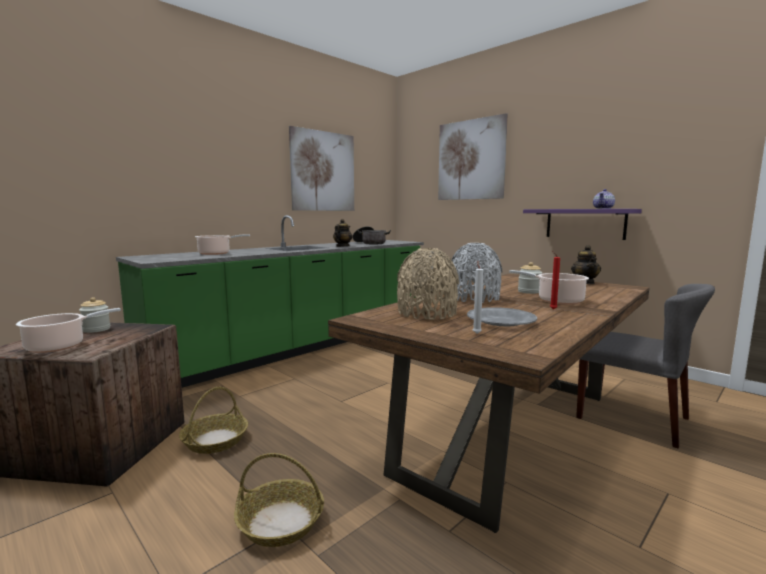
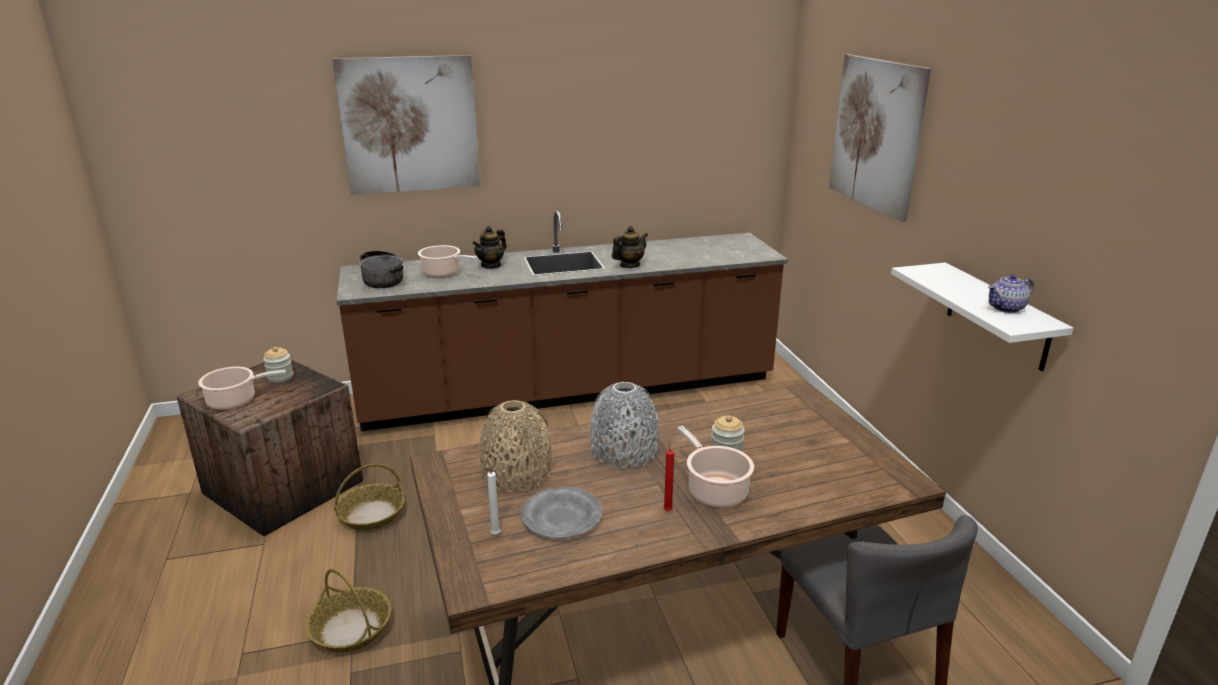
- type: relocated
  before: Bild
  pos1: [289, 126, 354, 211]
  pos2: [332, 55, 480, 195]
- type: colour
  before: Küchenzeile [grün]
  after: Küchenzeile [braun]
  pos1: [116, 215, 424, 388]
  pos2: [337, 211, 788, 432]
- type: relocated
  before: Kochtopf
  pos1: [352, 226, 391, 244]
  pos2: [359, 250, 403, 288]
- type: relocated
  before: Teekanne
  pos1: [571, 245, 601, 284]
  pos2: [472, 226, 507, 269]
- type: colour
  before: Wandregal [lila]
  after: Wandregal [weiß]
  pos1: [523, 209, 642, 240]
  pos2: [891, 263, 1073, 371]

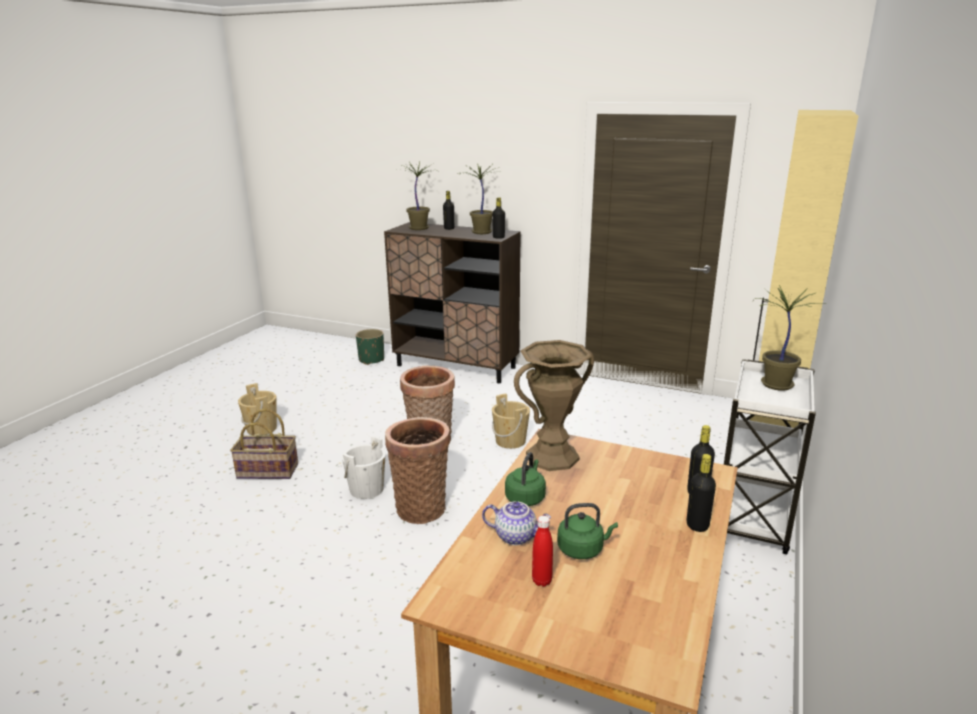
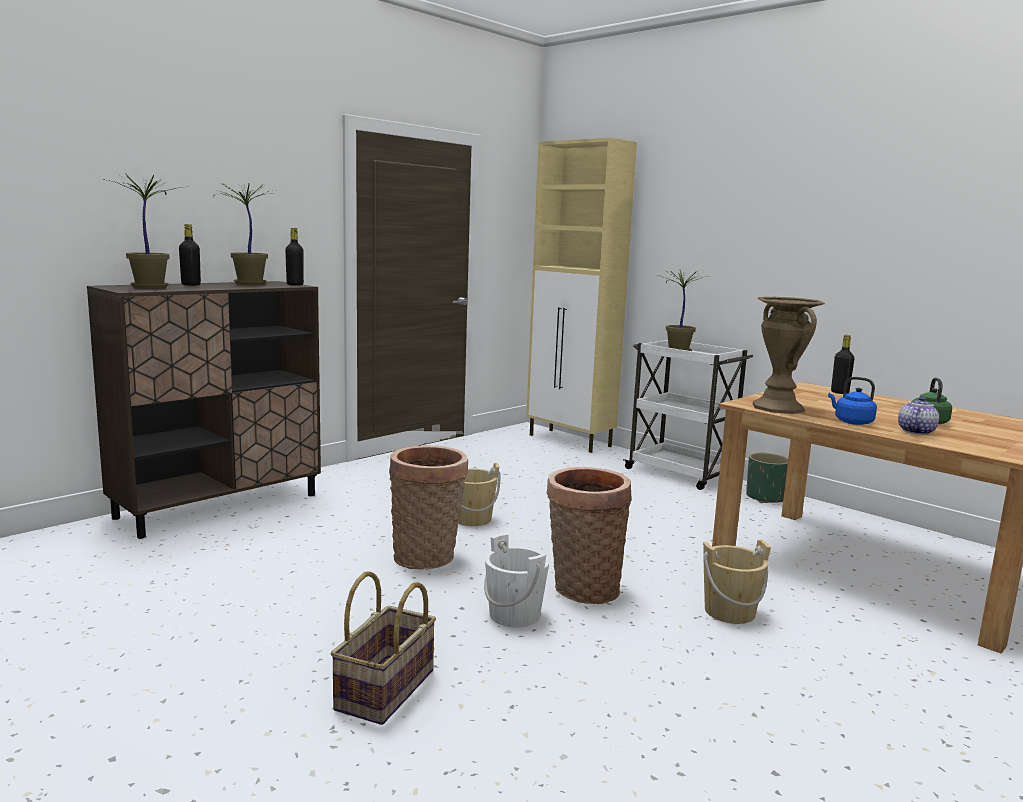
- type: relocated
  before: Eimer [beige]
  pos1: [238, 383, 277, 435]
  pos2: [703, 539, 771, 624]
- type: relocated
  before: Pflanzkübel [grün]
  pos1: [356, 329, 384, 365]
  pos2: [746, 452, 788, 503]
- type: colour
  before: Wasserkessel [grün]
  after: Wasserkessel [blau]
  pos1: [505, 452, 546, 506]
  pos2: [828, 377, 877, 425]
- type: missing
  before: Flasche [rot]
  pos1: [532, 516, 553, 587]
- type: missing
  before: Flasche [schwarz]
  pos1: [687, 454, 716, 532]

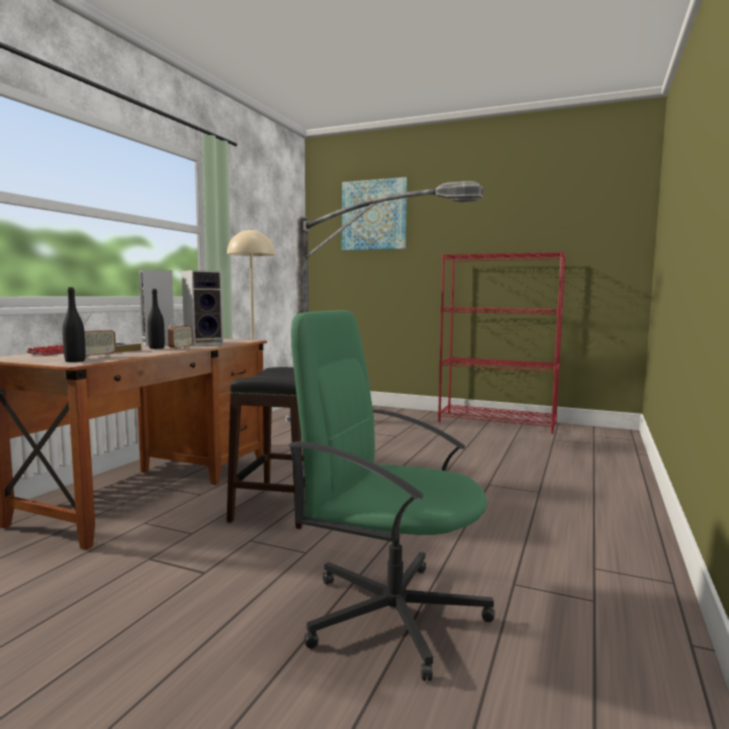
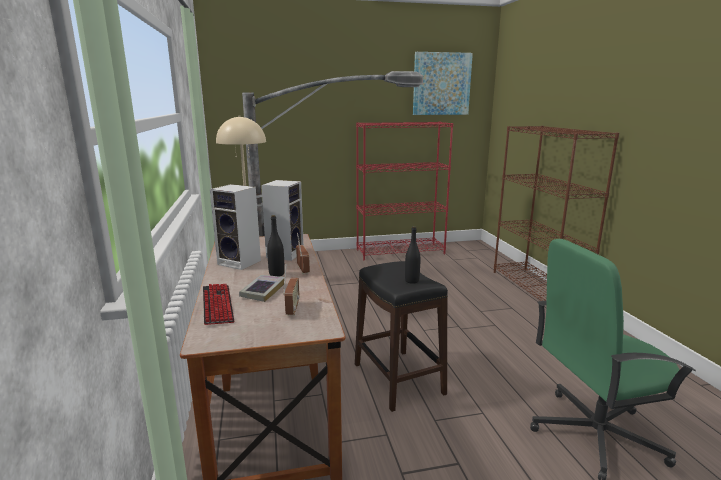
- type: relocated
  before: Flasche [schwarz]
  pos1: [62, 287, 86, 362]
  pos2: [405, 226, 420, 284]
- type: relocated
  before: Bild
  pos1: [342, 177, 407, 250]
  pos2: [413, 52, 473, 115]
- type: appeared
  after: Bücherregal [braun]
  pos2: [494, 126, 619, 301]

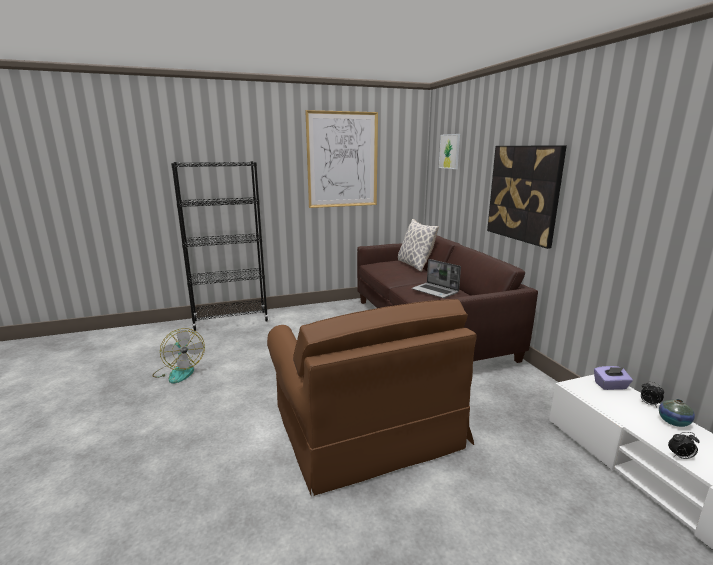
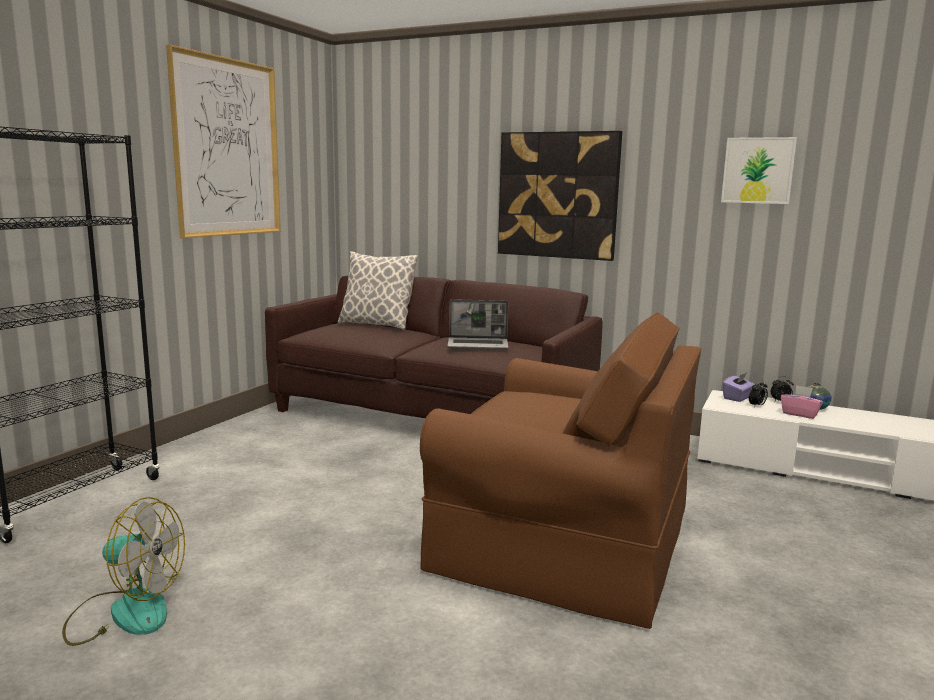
- type: relocated
  before: Bild
  pos1: [439, 134, 460, 169]
  pos2: [721, 137, 797, 204]
- type: relocated
  before: Wecker
  pos1: [668, 432, 699, 459]
  pos2: [749, 380, 768, 407]
- type: appeared
  after: Taschentuchbox [rosa]
  pos2: [781, 385, 823, 419]

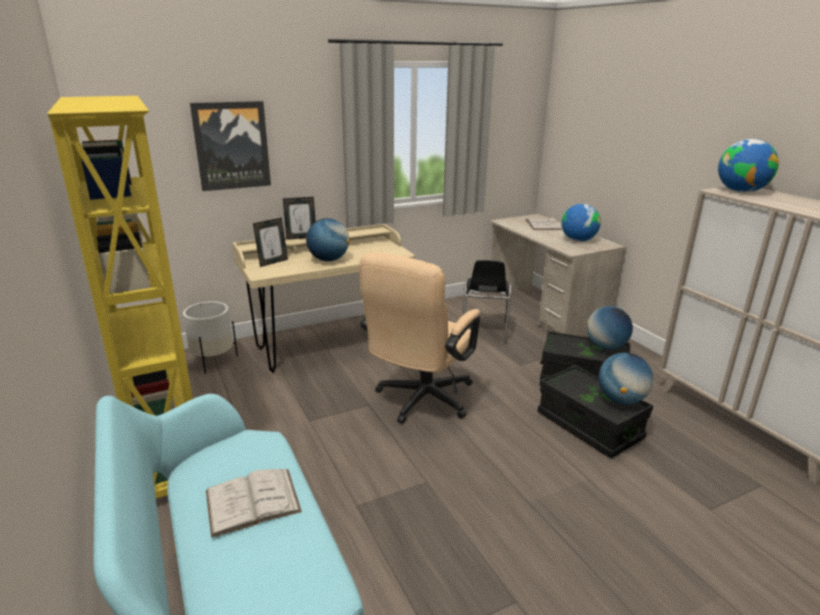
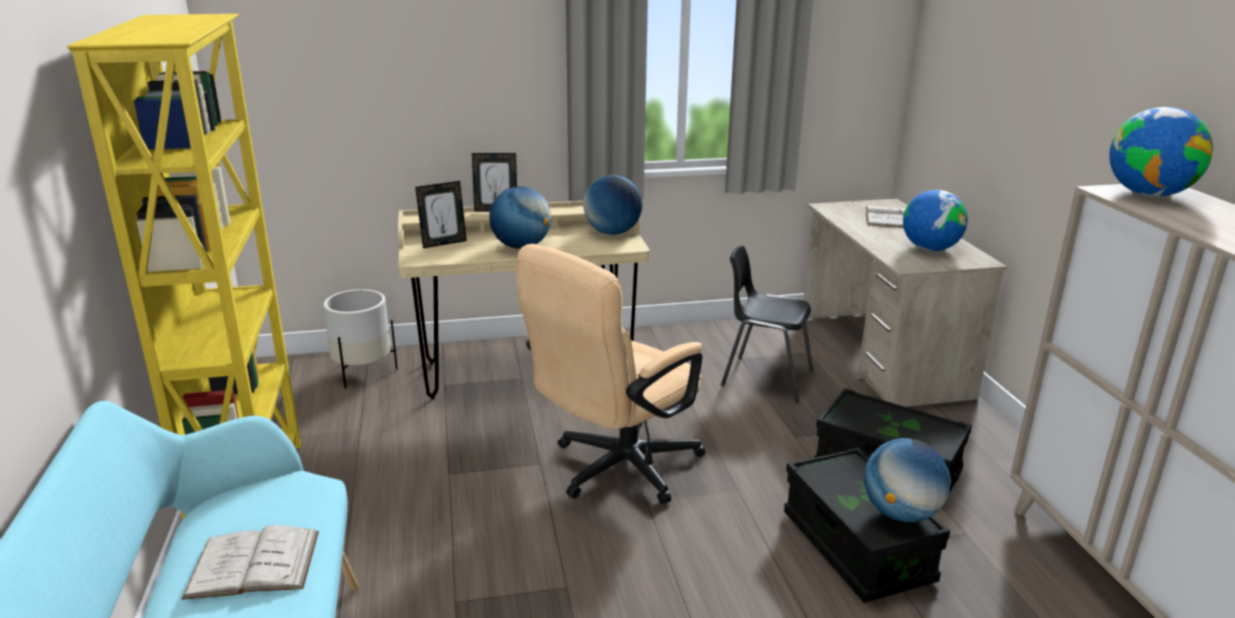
- type: relocated
  before: Globus
  pos1: [587, 306, 633, 349]
  pos2: [583, 175, 643, 235]
- type: spun
  before: Stuhl [schwarz]
  pos1: [463, 260, 511, 344]
  pos2: [721, 245, 813, 402]
  turn: 90
- type: missing
  before: Bild
  pos1: [190, 101, 271, 191]

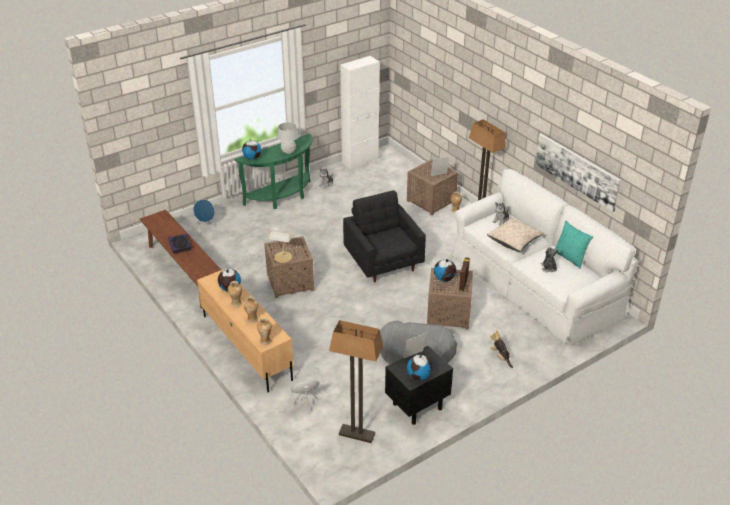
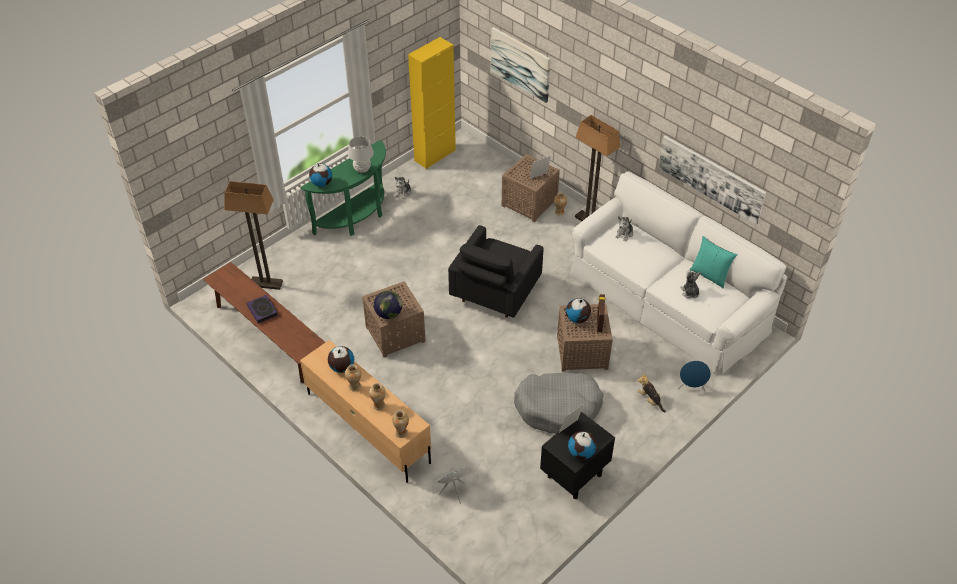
- type: relocated
  before: Stehlampe
  pos1: [329, 320, 383, 443]
  pos2: [224, 181, 283, 290]
- type: exchanged
  before: Tischlampe
  after: Globus
  pos1: [268, 230, 294, 263]
  pos2: [374, 291, 402, 319]
- type: colour
  before: Schrank [weiß]
  after: Schrank [gelb]
  pos1: [340, 56, 380, 169]
  pos2: [408, 37, 456, 169]
- type: spun
  before: Sessel [schwarz]
  pos1: [343, 190, 426, 282]
  pos2: [448, 225, 543, 318]
  turn: -120
- type: appeared
  after: Bild
  pos2: [491, 27, 550, 103]
- type: relocated
  before: Lautsprecher [blau]
  pos1: [193, 199, 215, 228]
  pos2: [678, 360, 711, 391]
- type: missing
  before: Kissen [beige]
  pos1: [487, 217, 544, 252]

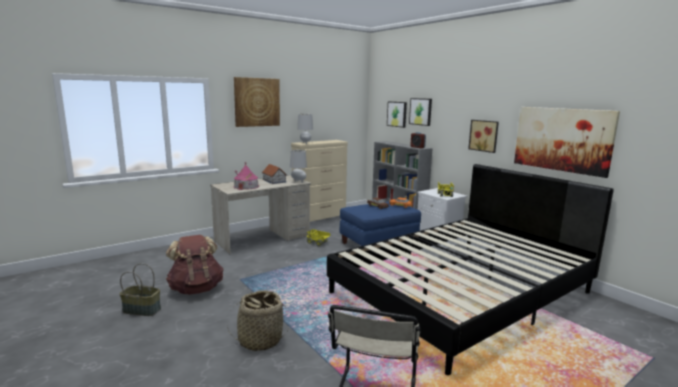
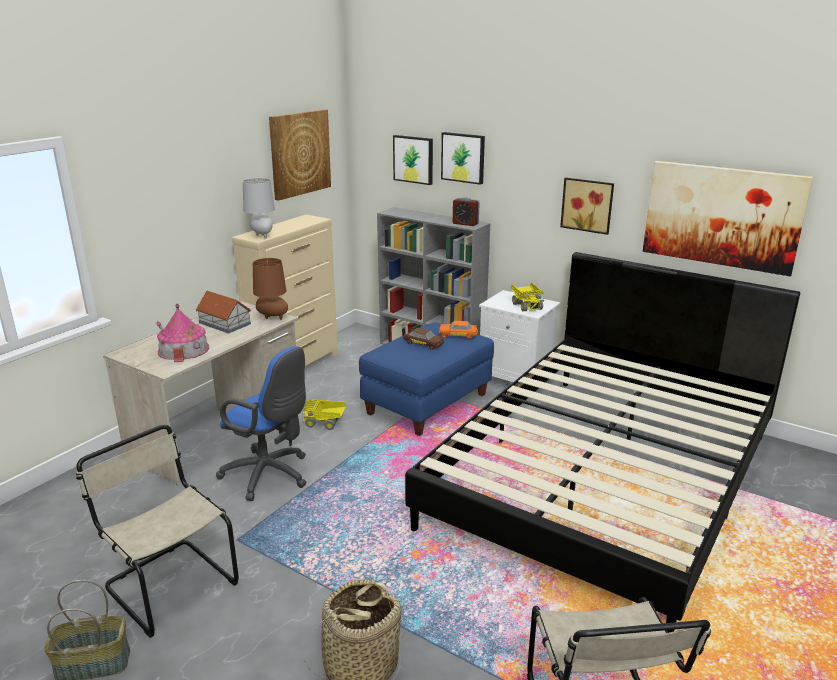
- type: exchanged
  before: Rucksack [braun]
  after: Stuhl [beige]
  pos1: [166, 235, 224, 295]
  pos2: [76, 425, 239, 638]
- type: appeared
  after: Bürostuhl [blau]
  pos2: [216, 346, 307, 501]
- type: colour
  before: Tischlampe [grau]
  after: Tischlampe [braun]
  pos1: [290, 150, 307, 183]
  pos2: [253, 258, 288, 320]
- type: relocated
  before: Bild
  pos1: [234, 77, 280, 127]
  pos2: [269, 109, 331, 201]

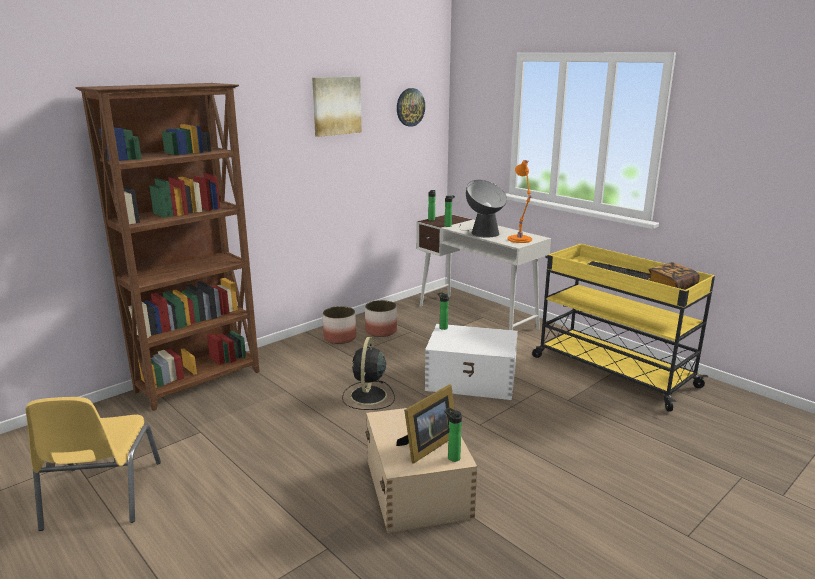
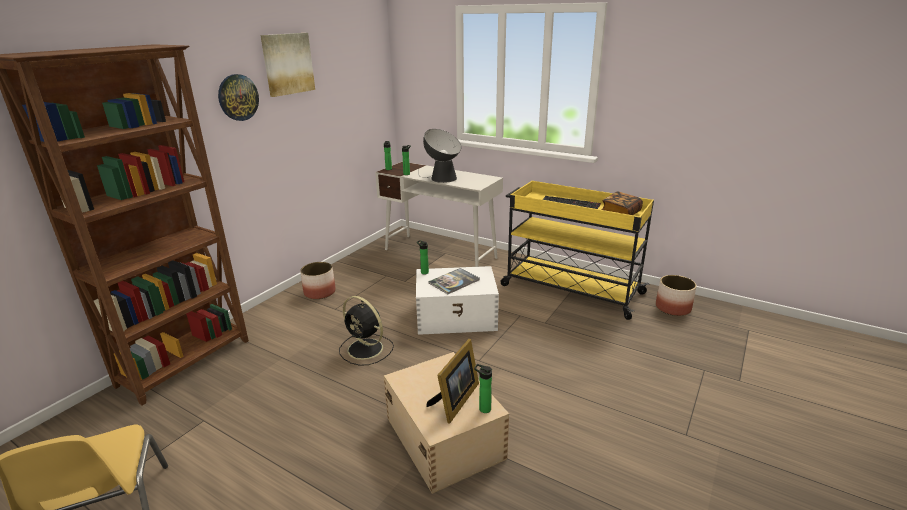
- type: relocated
  before: Wanduhr
  pos1: [397, 88, 425, 127]
  pos2: [218, 74, 259, 121]
- type: spun
  before: Ventilator [schwarz]
  pos1: [342, 337, 395, 410]
  pos2: [339, 296, 394, 366]
  turn: -45
- type: appeared
  after: Buch
  pos2: [428, 268, 480, 294]
- type: relocated
  before: Pflanzkübel
  pos1: [365, 300, 397, 337]
  pos2: [656, 275, 696, 316]
- type: missing
  before: Tischlampe [orange]
  pos1: [507, 160, 532, 243]

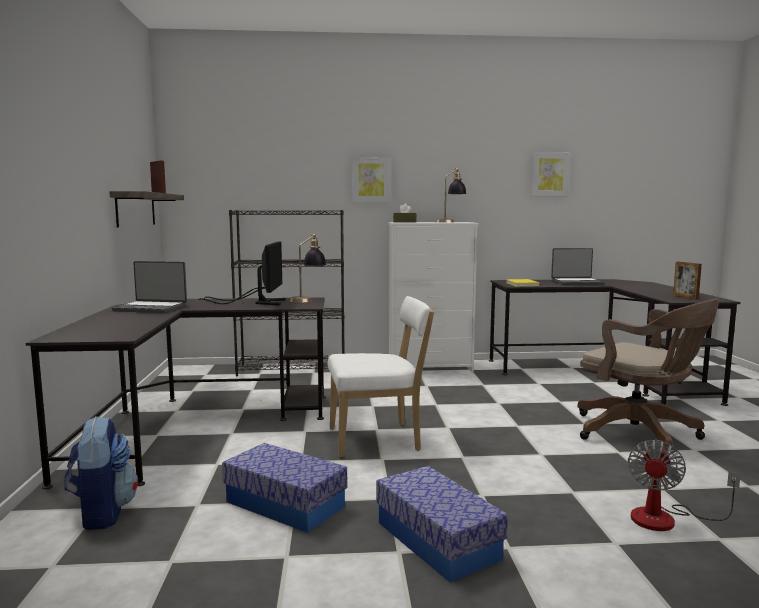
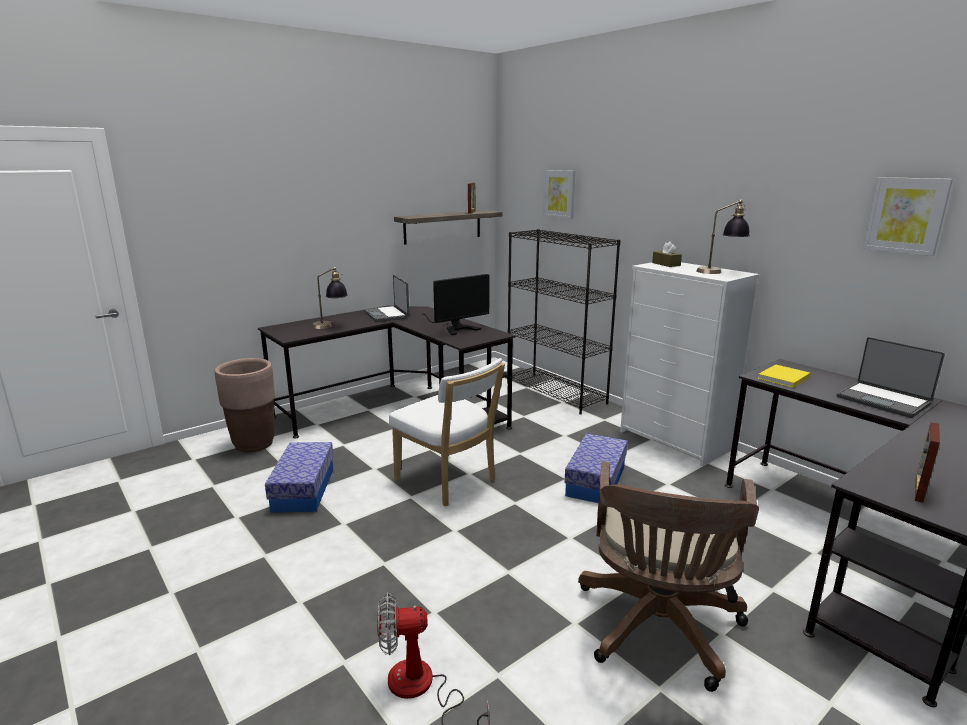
- type: exchanged
  before: Rucksack
  after: Pflanzkübel [braun]
  pos1: [64, 416, 138, 530]
  pos2: [215, 358, 275, 452]
- type: relocated
  before: Tischlampe
  pos1: [290, 234, 326, 303]
  pos2: [312, 267, 348, 329]
- type: relocated
  before: Bild
  pos1: [352, 157, 391, 202]
  pos2: [543, 170, 575, 219]
- type: relocated
  before: Aufbewahrungsbox
  pos1: [376, 466, 508, 582]
  pos2: [564, 433, 628, 503]

